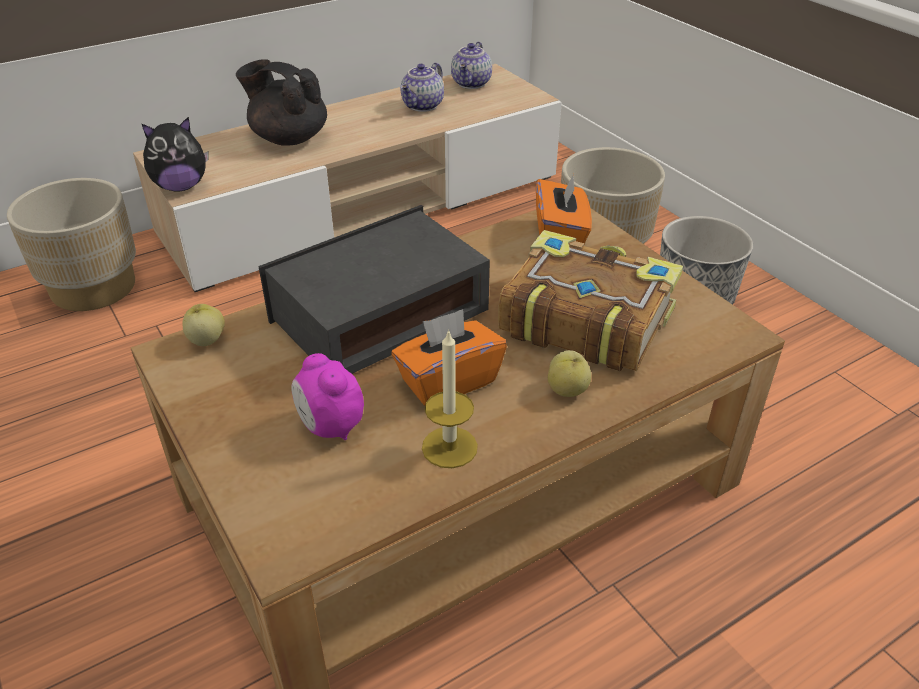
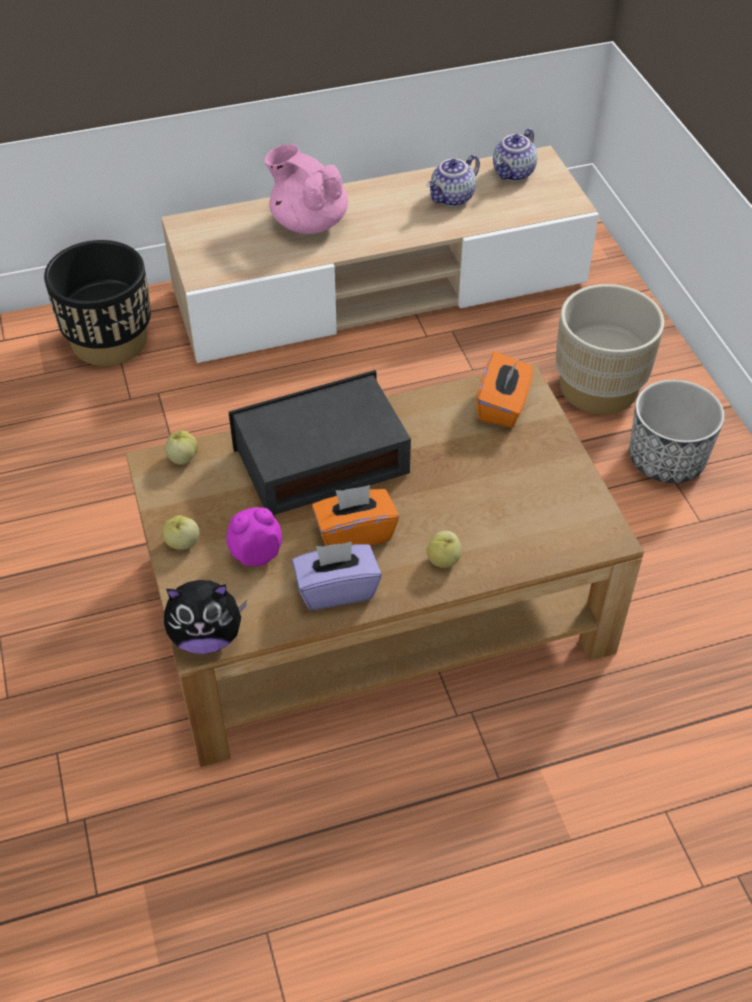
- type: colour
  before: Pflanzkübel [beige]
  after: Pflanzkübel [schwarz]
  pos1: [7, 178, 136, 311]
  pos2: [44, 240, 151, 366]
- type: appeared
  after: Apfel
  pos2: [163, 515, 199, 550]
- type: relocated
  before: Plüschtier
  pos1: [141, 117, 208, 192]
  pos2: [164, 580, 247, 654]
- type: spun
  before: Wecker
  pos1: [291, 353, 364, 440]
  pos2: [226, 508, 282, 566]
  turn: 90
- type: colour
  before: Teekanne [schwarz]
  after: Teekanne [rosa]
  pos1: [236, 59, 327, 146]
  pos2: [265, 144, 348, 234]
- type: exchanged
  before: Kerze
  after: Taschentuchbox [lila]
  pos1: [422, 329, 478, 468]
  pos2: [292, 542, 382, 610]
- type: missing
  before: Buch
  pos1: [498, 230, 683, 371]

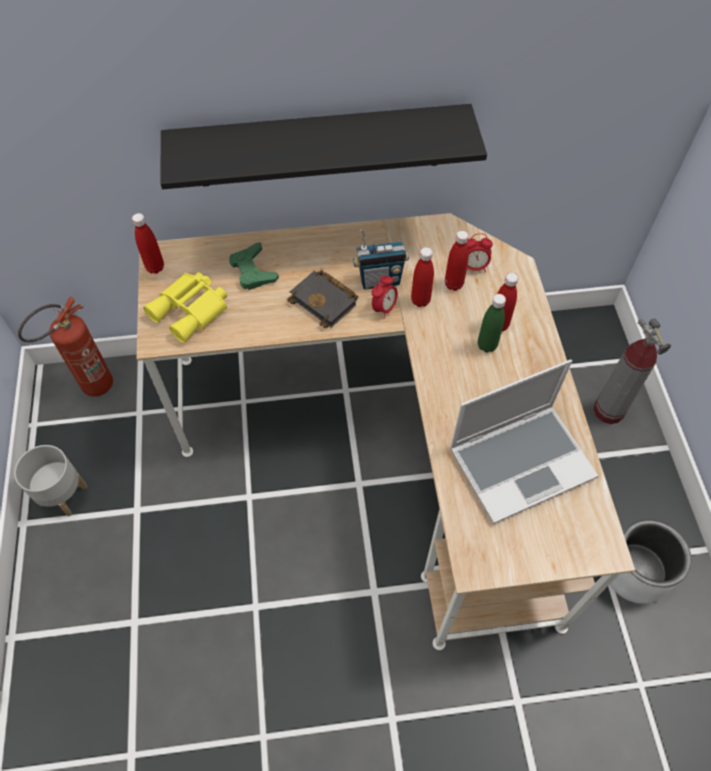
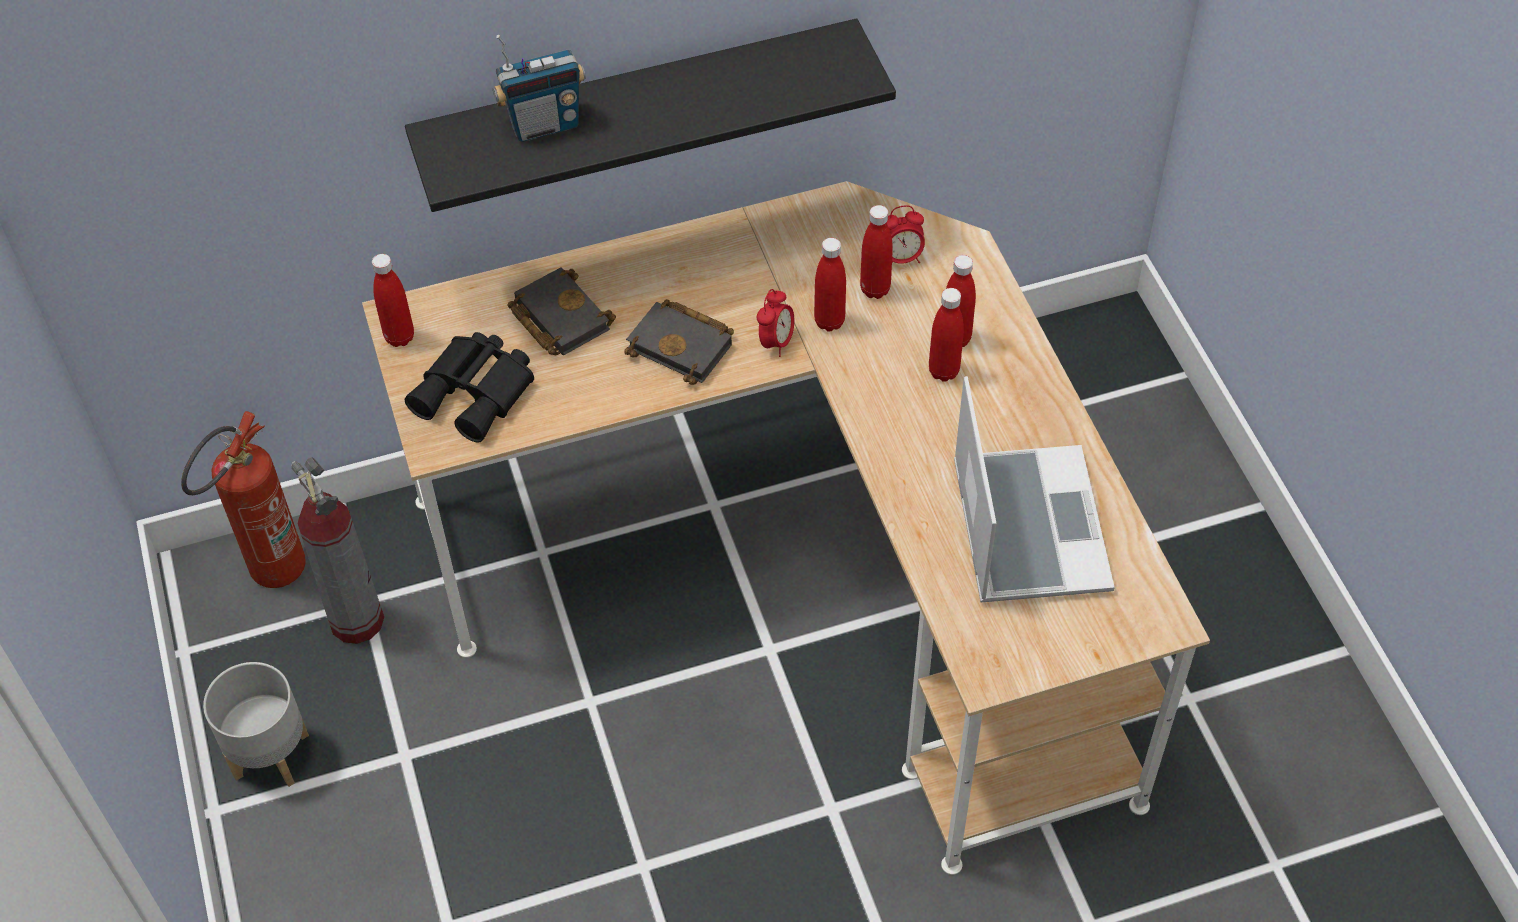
- type: relocated
  before: Feuerlöscher
  pos1: [593, 318, 671, 424]
  pos2: [291, 457, 384, 644]
- type: colour
  before: Fernglas [gelb]
  after: Fernglas [schwarz]
  pos1: [143, 272, 227, 343]
  pos2: [405, 332, 534, 443]
- type: relocated
  before: Radio
  pos1: [353, 229, 409, 290]
  pos2: [493, 35, 586, 142]
- type: exchanged
  before: Gamepad [grün]
  after: Buch [schwarz]
  pos1: [229, 242, 279, 290]
  pos2: [507, 267, 616, 356]
- type: colour
  before: Flasche [grün]
  after: Flasche [rot]
  pos1: [478, 294, 506, 352]
  pos2: [929, 288, 964, 382]
- type: spun
  before: Laptop
  pos1: [450, 359, 598, 524]
  pos2: [954, 376, 1115, 602]
  turn: -60
- type: missing
  before: Pflanzkübel [grau]
  pos1: [610, 519, 691, 604]

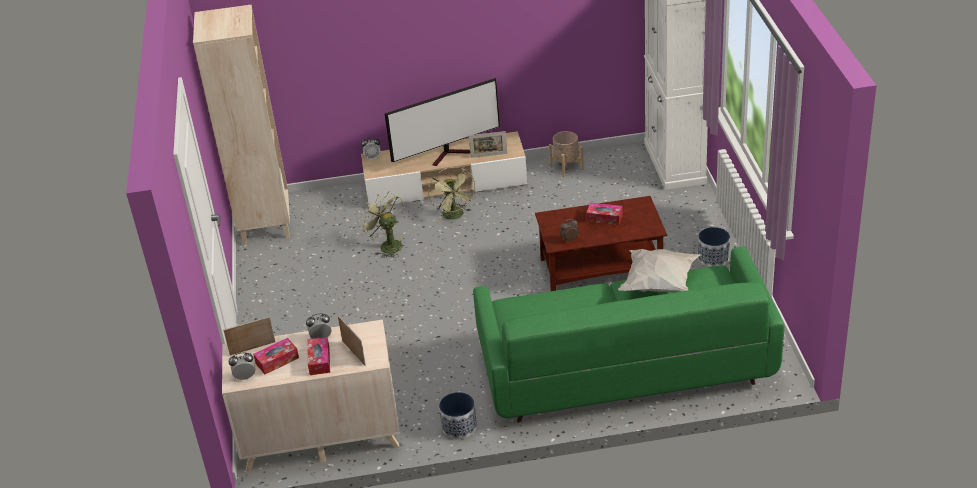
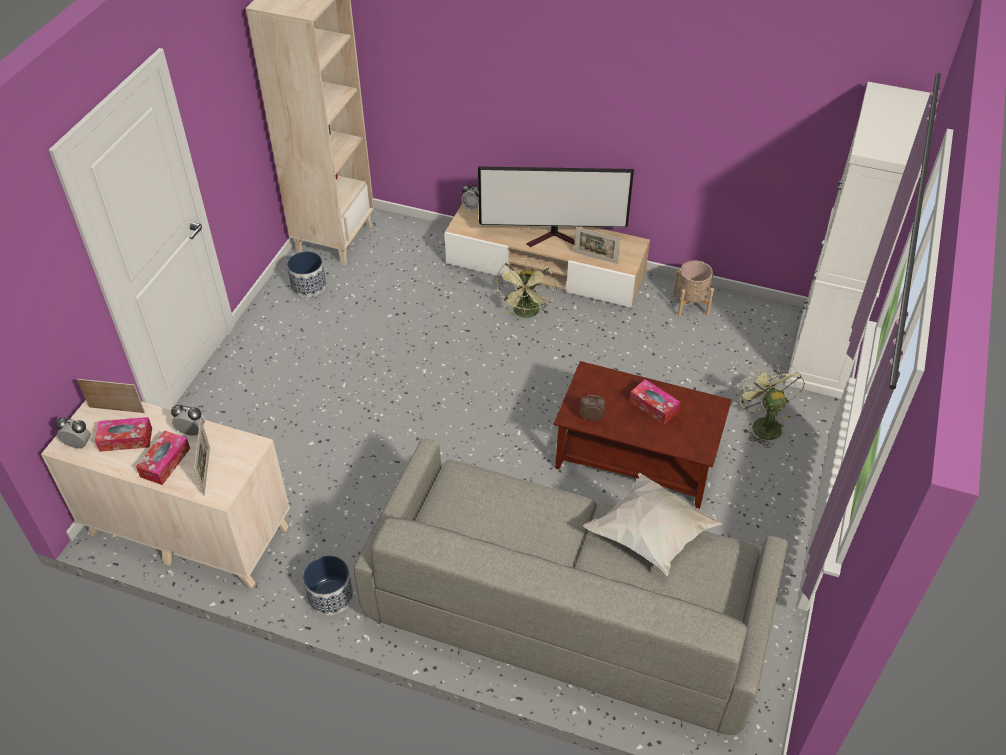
- type: relocated
  before: Pflanzkübel
  pos1: [698, 227, 730, 267]
  pos2: [287, 251, 326, 297]
- type: colour
  before: Sofa [grün]
  after: Sofa [grau]
  pos1: [473, 246, 784, 422]
  pos2: [354, 438, 788, 735]
- type: relocated
  before: Ventilator [grün]
  pos1: [359, 192, 404, 258]
  pos2: [737, 365, 805, 448]

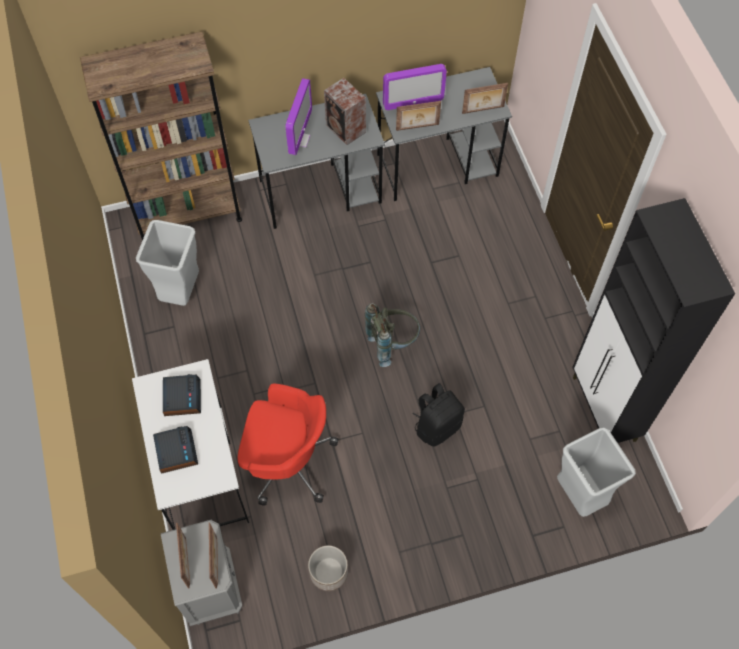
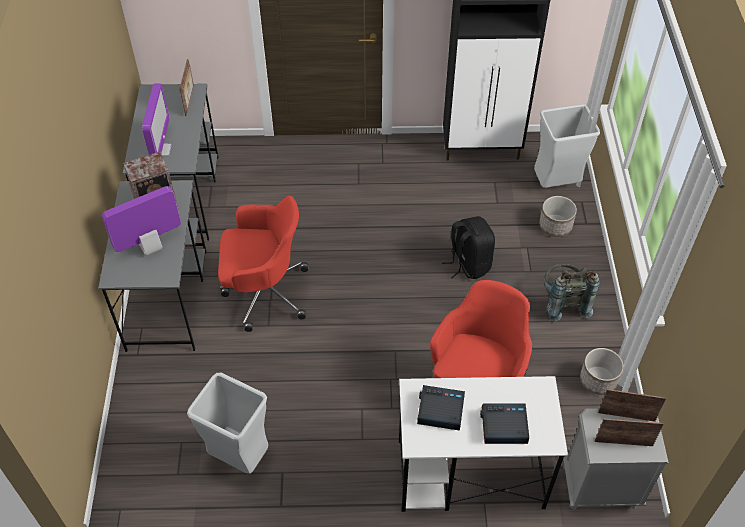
- type: spun
  before: Monitor
  pos1: [285, 78, 312, 155]
  pos2: [102, 186, 181, 256]
  turn: -60
- type: appeared
  after: Bürostuhl [rot]
  pos2: [218, 196, 308, 332]
- type: appeared
  after: Pflanzkübel
  pos2: [539, 196, 577, 237]
- type: relocated
  before: Rucksack [grau]
  pos1: [365, 303, 420, 367]
  pos2: [544, 264, 600, 322]
- type: missing
  before: Bücherregal [braun]
  pos1: [80, 31, 242, 241]
- type: missing
  before: Bilderrahmen
  pos1: [396, 101, 441, 131]

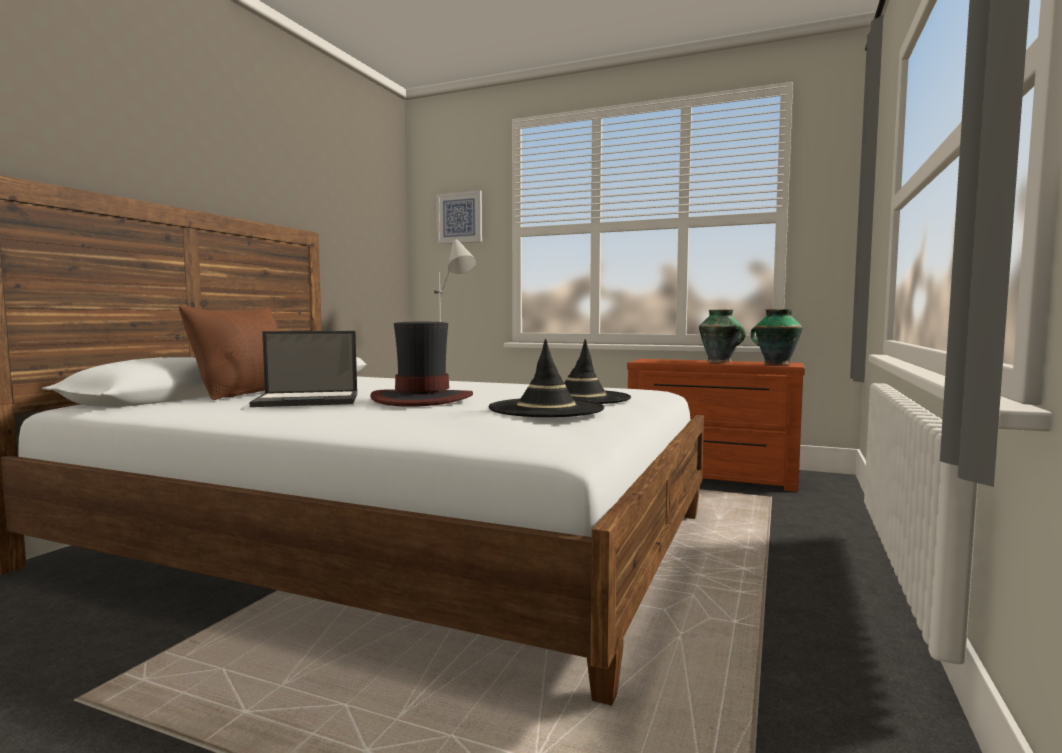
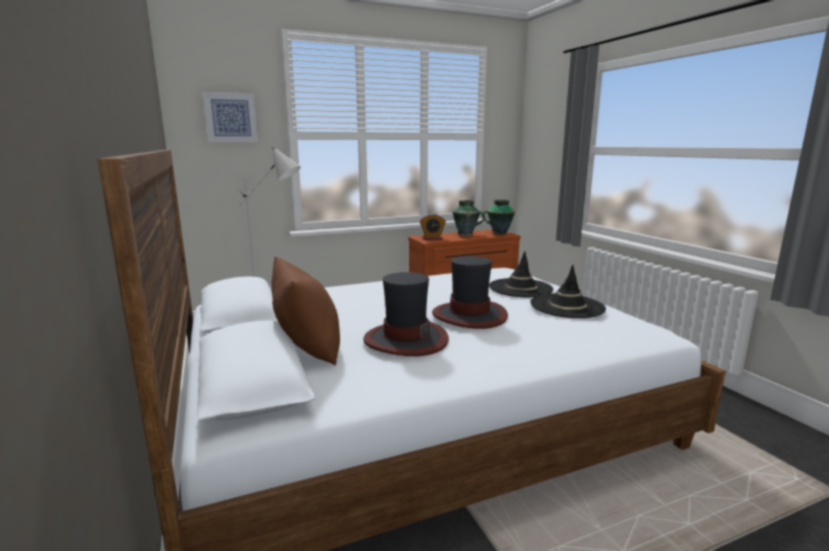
- type: exchanged
  before: Laptop
  after: Hut
  pos1: [250, 331, 357, 407]
  pos2: [363, 272, 449, 356]
- type: appeared
  after: Wecker
  pos2: [420, 214, 446, 240]

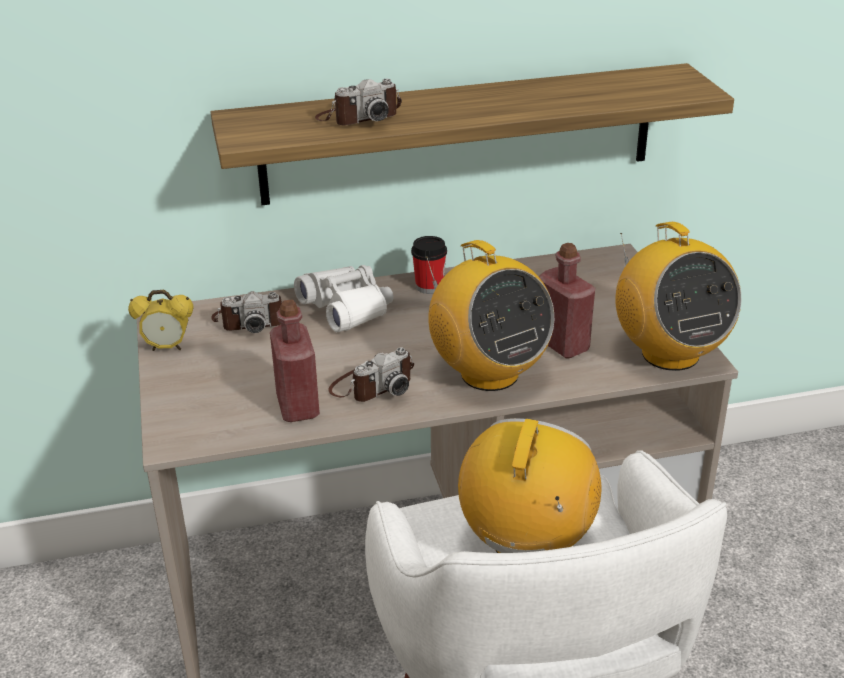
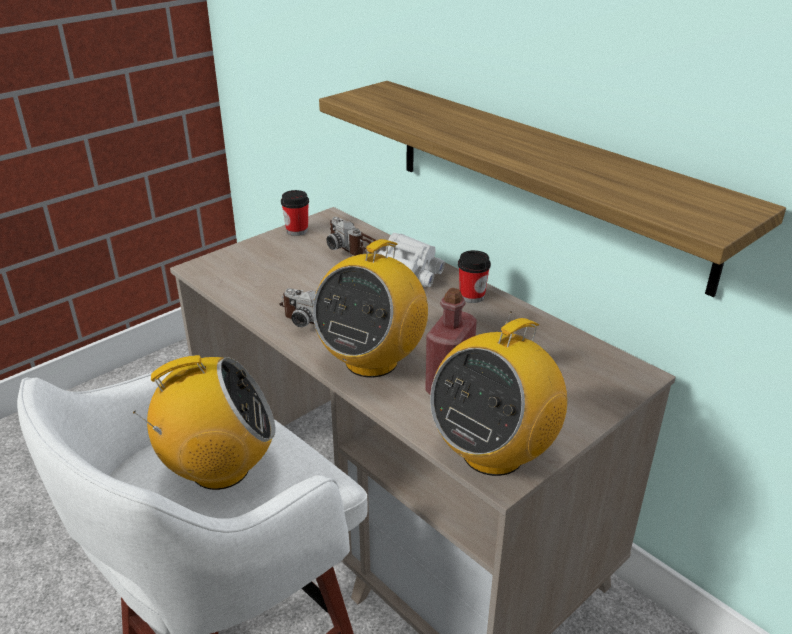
- type: exchanged
  before: Wecker
  after: Tasse
  pos1: [128, 290, 194, 351]
  pos2: [281, 190, 309, 236]
- type: missing
  before: Flasche [rot]
  pos1: [270, 299, 320, 422]
- type: missing
  before: Kamera
  pos1: [315, 79, 402, 125]

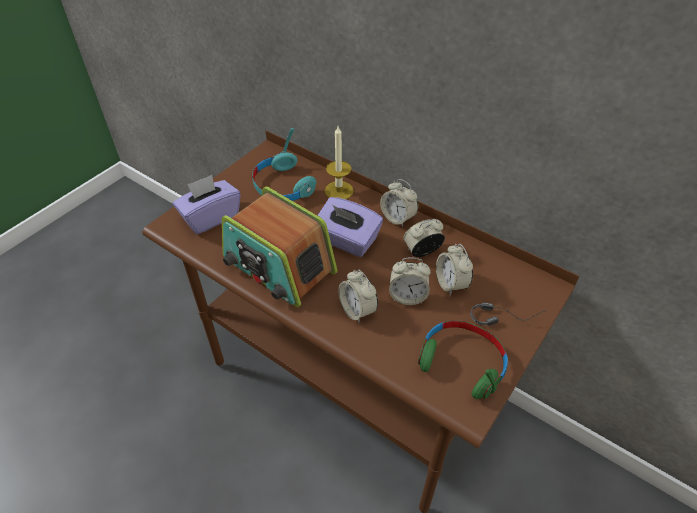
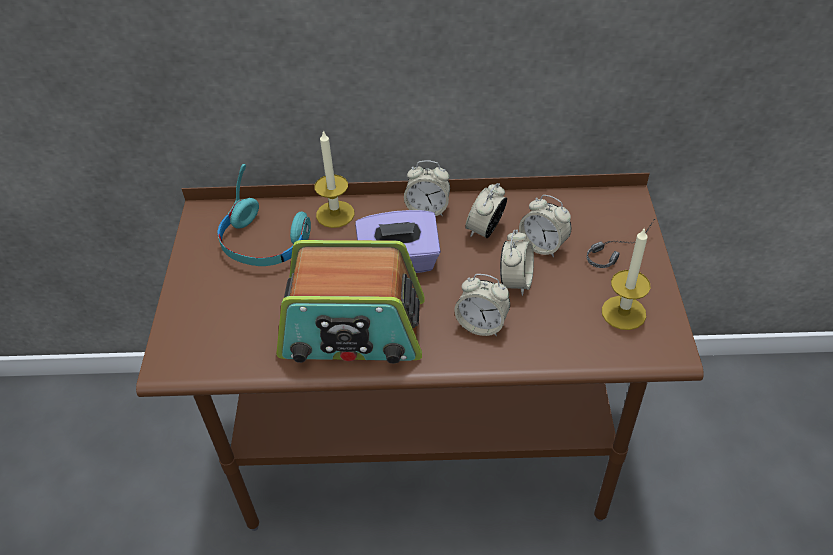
- type: spun
  before: Wecker
  pos1: [389, 257, 431, 305]
  pos2: [500, 229, 534, 296]
  turn: -45
- type: exchanged
  before: Kopfhörer [grün]
  after: Kerze
  pos1: [418, 321, 508, 399]
  pos2: [602, 227, 651, 330]
- type: missing
  before: Taschentuchbox [lila]
  pos1: [173, 175, 241, 234]

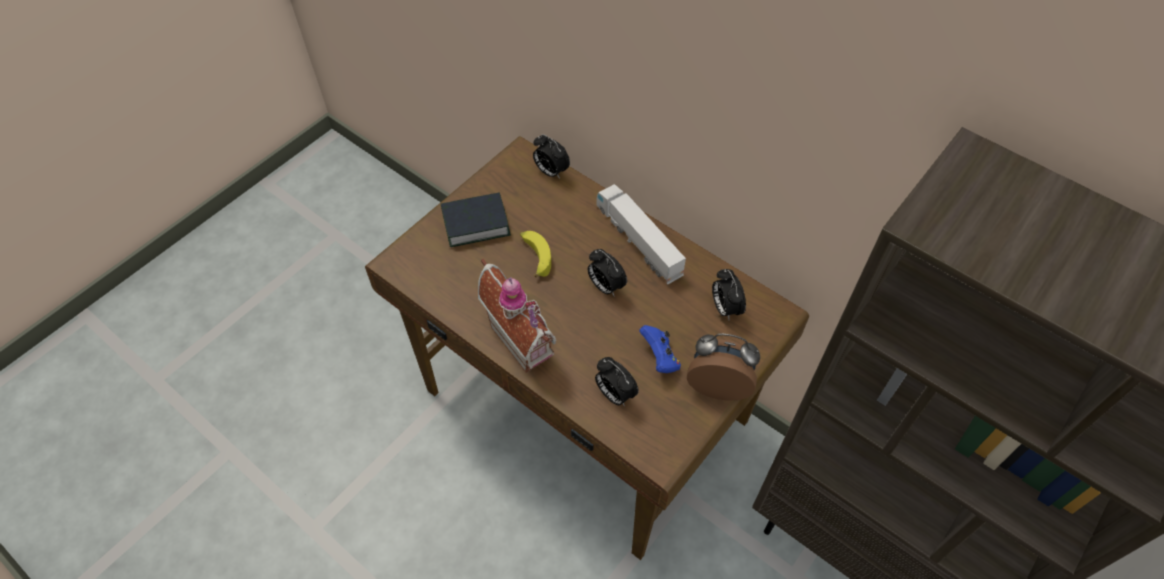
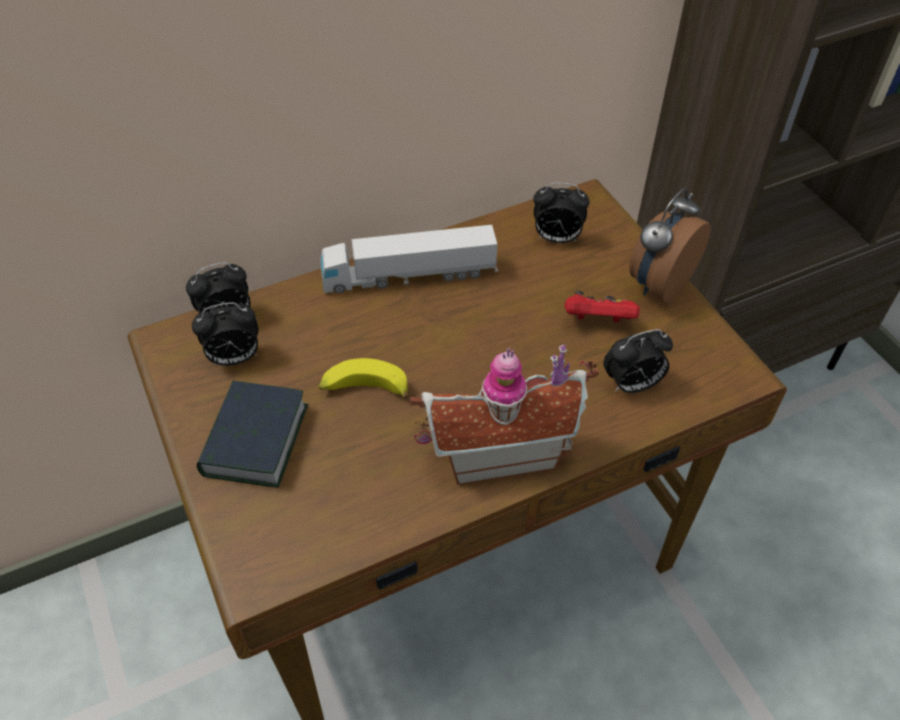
- type: relocated
  before: Wecker
  pos1: [588, 249, 627, 296]
  pos2: [192, 302, 258, 366]
- type: colour
  before: Gamepad [blau]
  after: Gamepad [rot]
  pos1: [639, 325, 681, 373]
  pos2: [565, 291, 640, 322]

